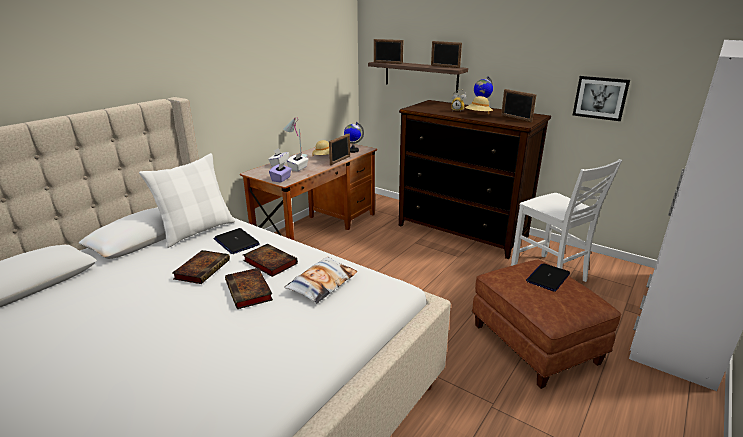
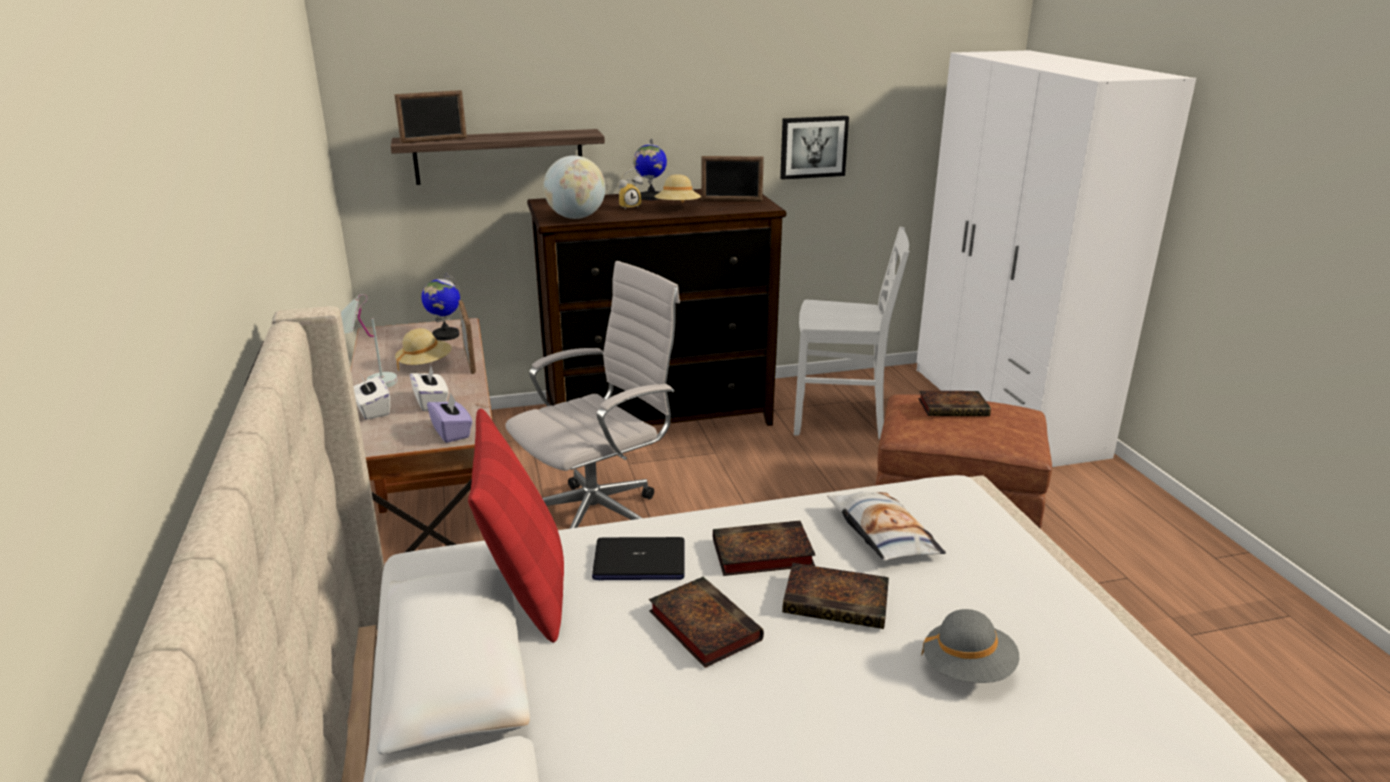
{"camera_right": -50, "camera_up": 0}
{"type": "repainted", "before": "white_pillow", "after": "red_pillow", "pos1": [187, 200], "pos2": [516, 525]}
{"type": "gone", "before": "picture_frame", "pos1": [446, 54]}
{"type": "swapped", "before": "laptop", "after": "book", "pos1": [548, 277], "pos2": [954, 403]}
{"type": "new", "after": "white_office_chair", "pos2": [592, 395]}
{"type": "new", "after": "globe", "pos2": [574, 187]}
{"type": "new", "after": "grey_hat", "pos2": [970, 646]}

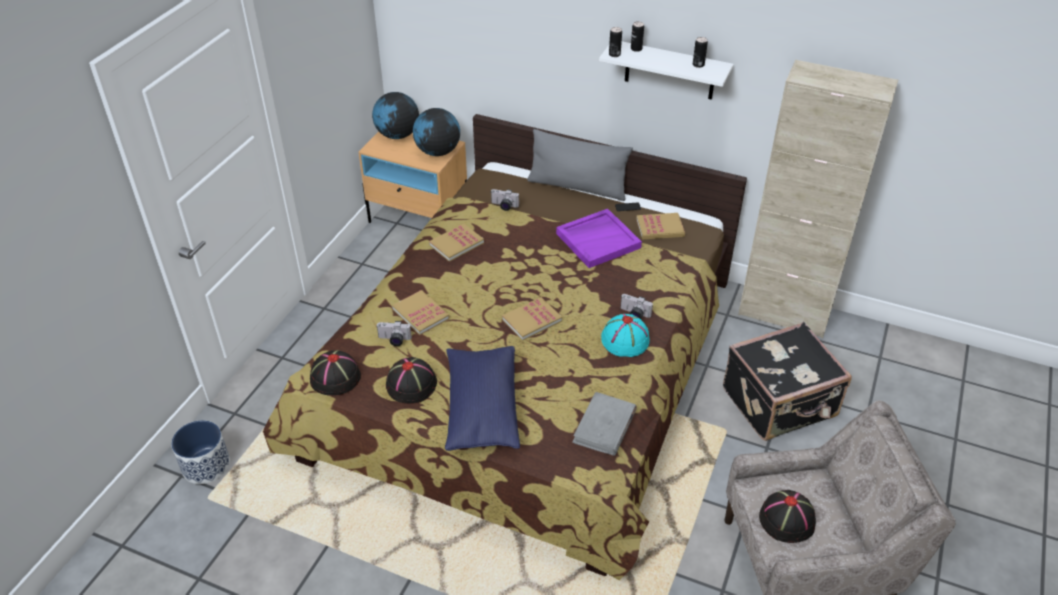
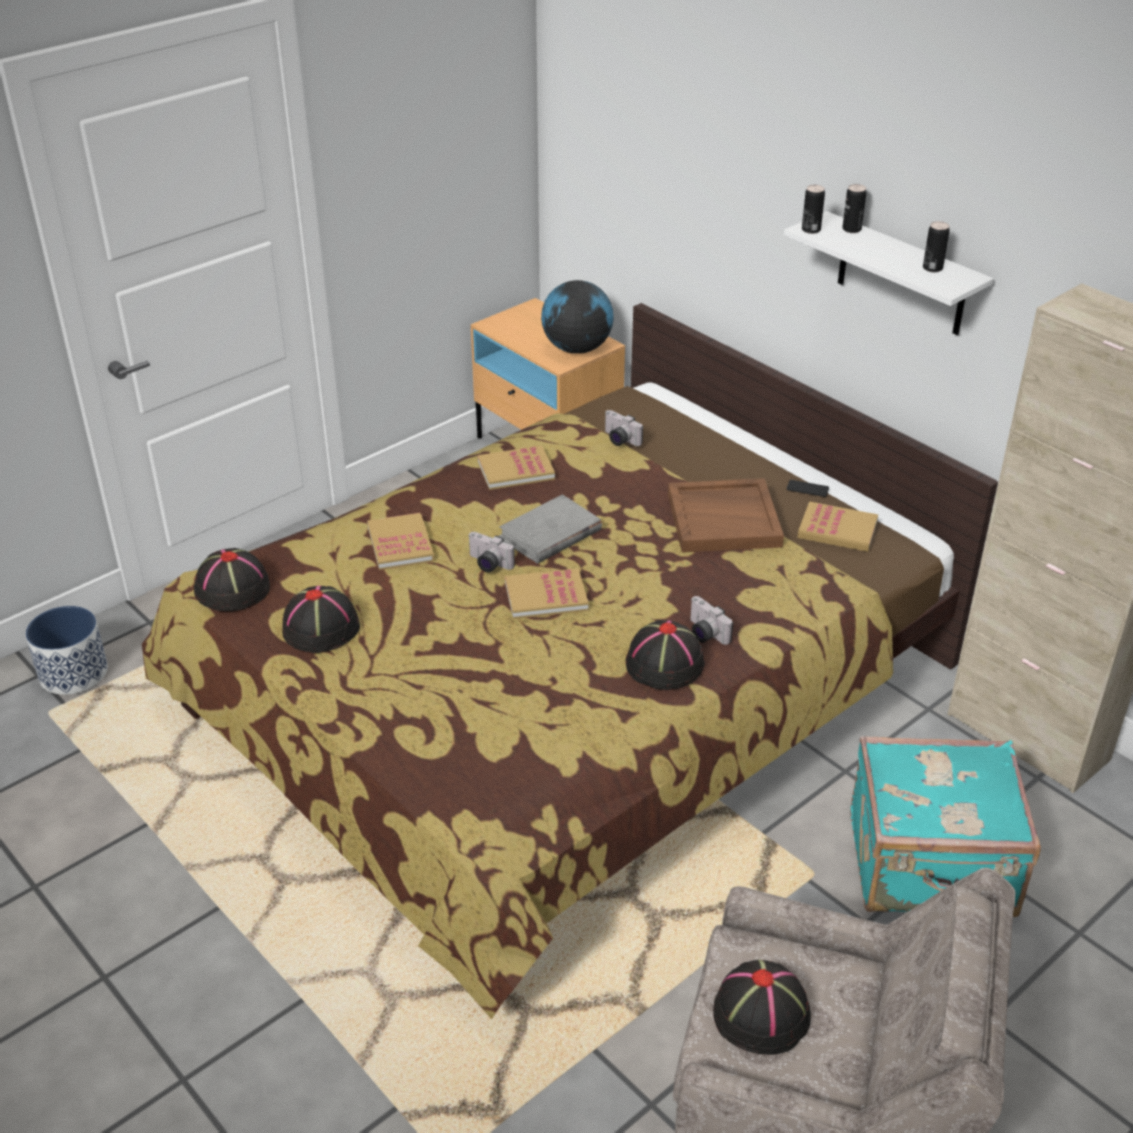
{"camera_right": 25, "camera_up": -5}
{"type": "gone", "before": "globe", "pos1": [395, 115]}
{"type": "shifted", "before": "photo_camera", "pos1": [394, 333], "pos2": [491, 552]}
{"type": "gone", "before": "blue_pillow", "pos1": [482, 398]}
{"type": "gone", "before": "grey_pillow", "pos1": [580, 165]}
{"type": "repainted", "before": "purple_tray", "after": "brown_tray", "pos1": [599, 238], "pos2": [726, 515]}
{"type": "shifted", "before": "grey_book", "pos1": [604, 424], "pos2": [550, 529]}
{"type": "repainted", "before": "turquoise_hat", "after": "black_hat", "pos1": [625, 335], "pos2": [665, 655]}
{"type": "repainted", "before": "black_suitcase", "after": "turquoise_suitcase", "pos1": [787, 381], "pos2": [945, 826]}

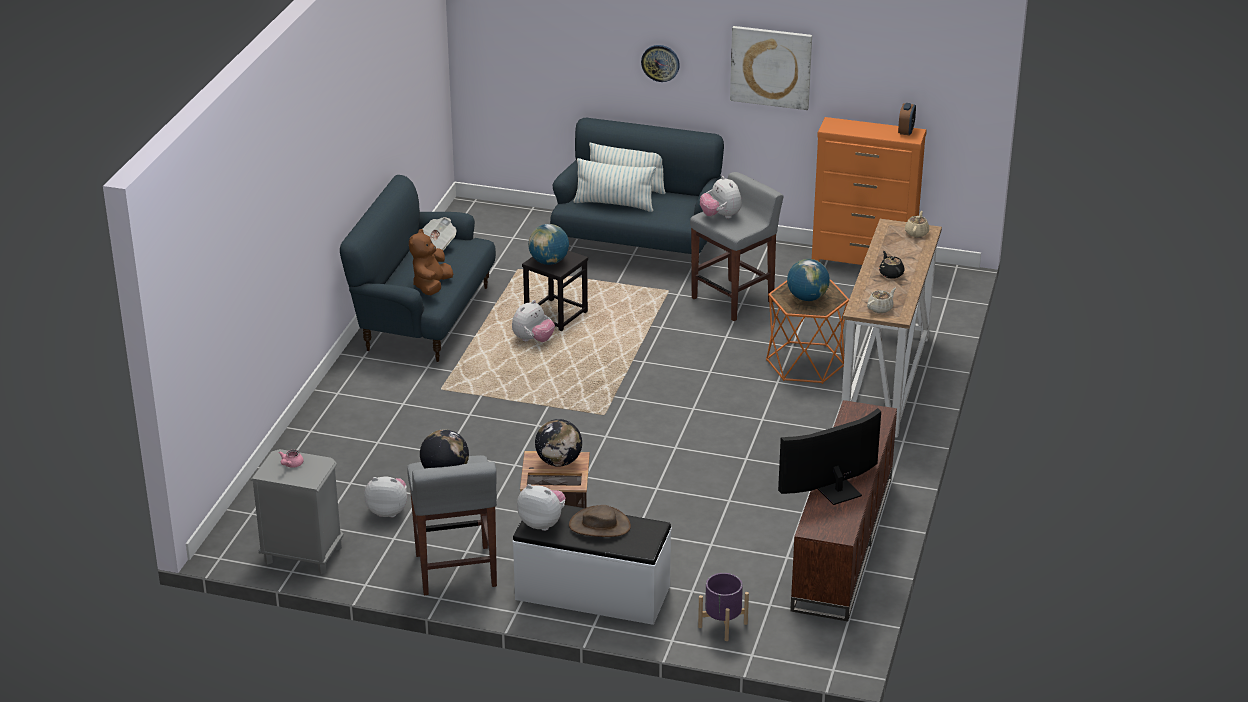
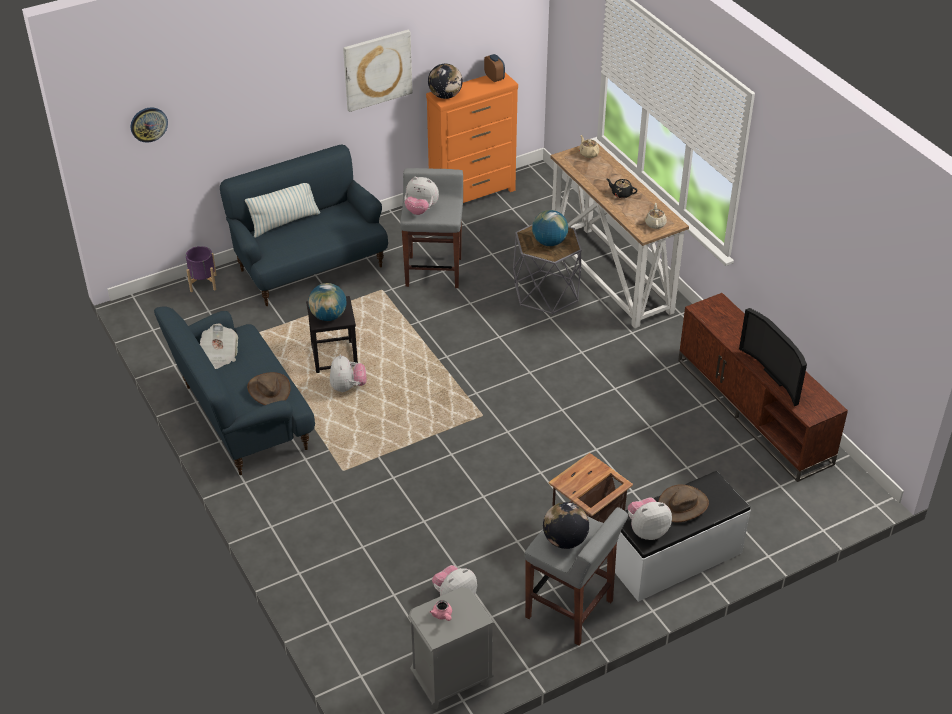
{"camera_right": -45, "camera_up": 10}
{"type": "swapped", "before": "brown_plush_toy", "after": "brown_hat", "pos1": [431, 262], "pos2": [269, 388]}
{"type": "shifted", "before": "globe", "pos1": [558, 443], "pos2": [445, 81]}
{"type": "gone", "before": "pillow", "pos1": [614, 185]}
{"type": "shifted", "before": "wall_clock", "pos1": [660, 63], "pos2": [149, 125]}
{"type": "shifted", "before": "purple_planter", "pos1": [723, 607], "pos2": [201, 269]}
{"type": "repainted", "before": "orange_side_table", "after": "grey_side_table", "pos1": [807, 332], "pos2": [547, 269]}
{"type": "rotated", "before": "television", "pos1": [829, 456], "pos2": [773, 357], "turn": -45}

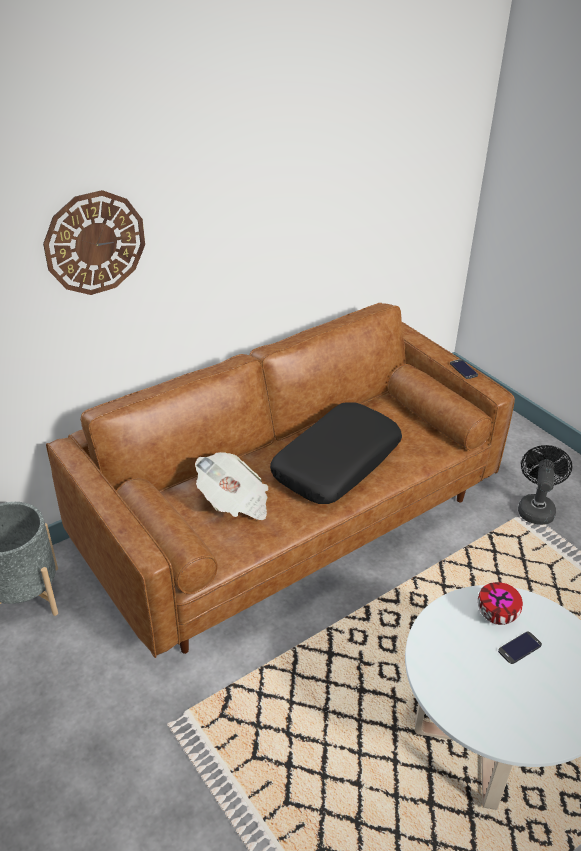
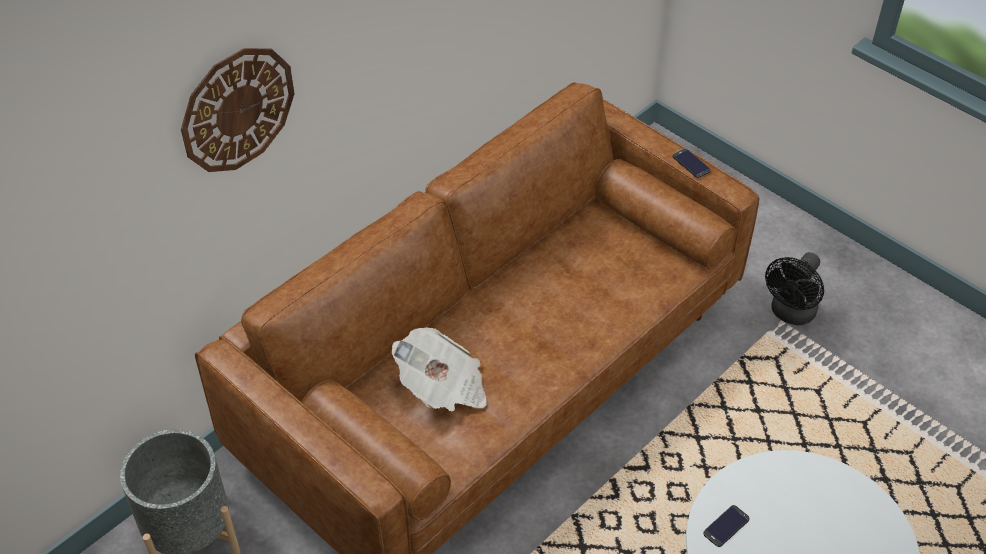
{"camera_right": -10, "camera_up": 10}
{"type": "gone", "before": "black_pillow", "pos1": [336, 453]}
{"type": "gone", "before": "bowl", "pos1": [500, 603]}
{"type": "shifted", "before": "phone", "pos1": [520, 648], "pos2": [726, 526]}
{"type": "rotated", "before": "black_fan", "pos1": [545, 485], "pos2": [794, 288], "turn": -150}

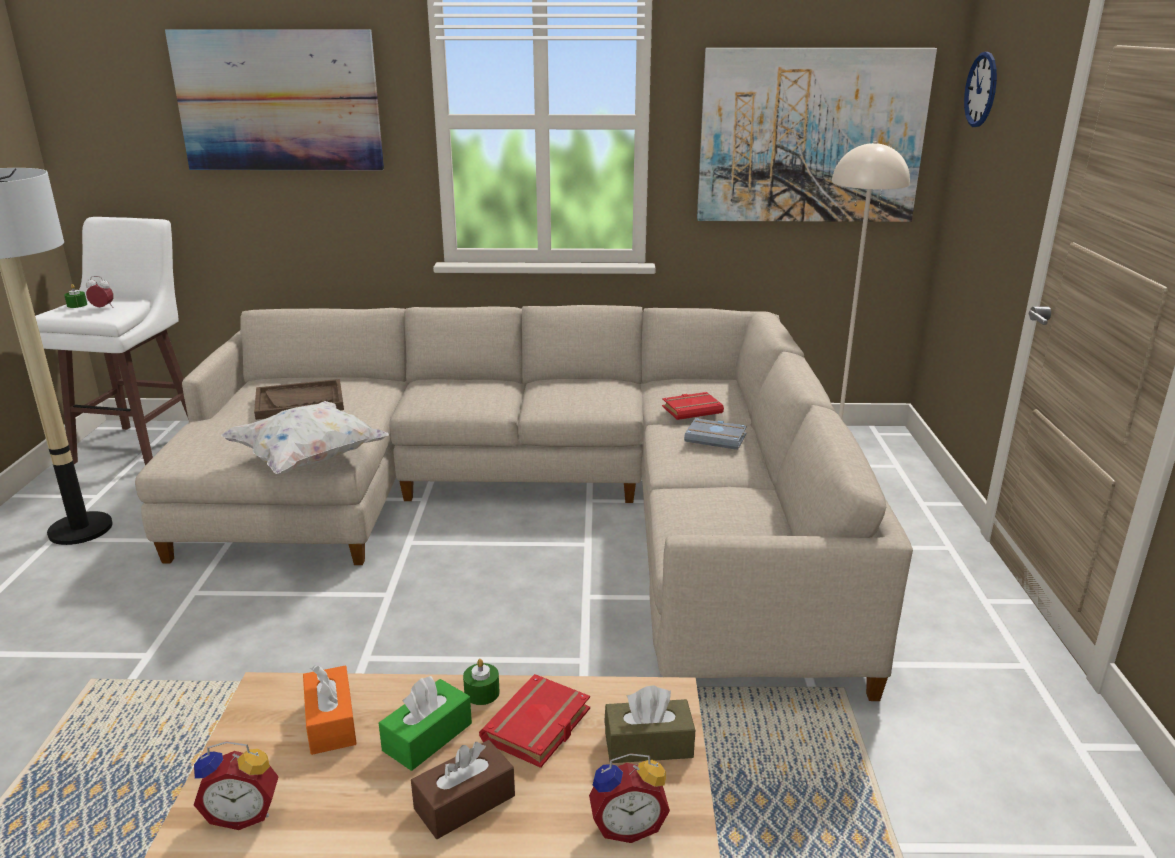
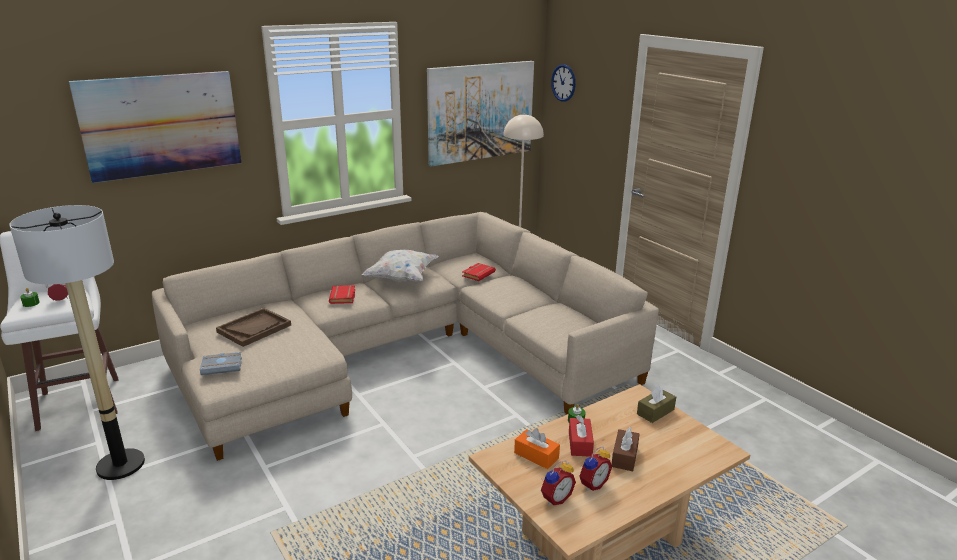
{"camera_right": -35, "camera_up": 0}
{"type": "shifted", "before": "white_pillow", "pos1": [305, 437], "pos2": [400, 265]}
{"type": "repainted", "before": "green_tissue_box", "after": "red_tissue_box", "pos1": [425, 723], "pos2": [581, 436]}
{"type": "shifted", "before": "red_book", "pos1": [534, 721], "pos2": [342, 294]}
{"type": "shifted", "before": "alarm_clock", "pos1": [629, 798], "pos2": [595, 469]}
{"type": "shifted", "before": "grey_book", "pos1": [715, 434], "pos2": [221, 363]}

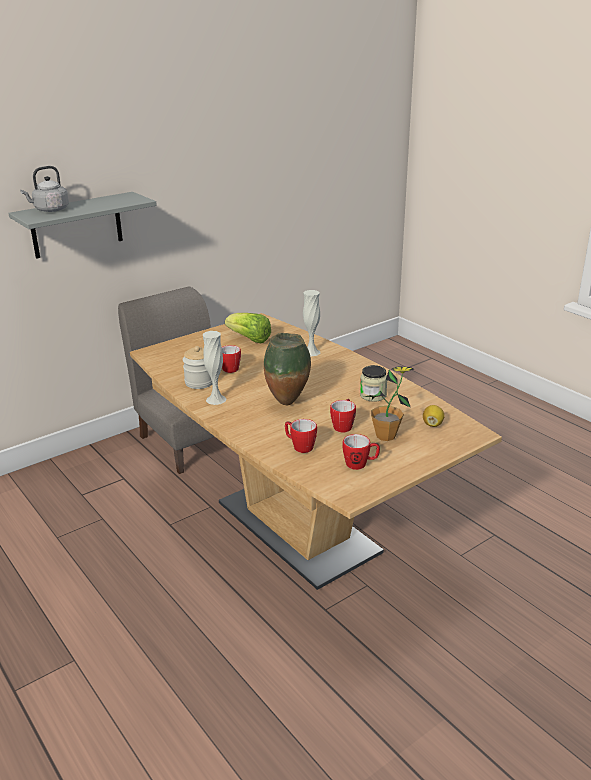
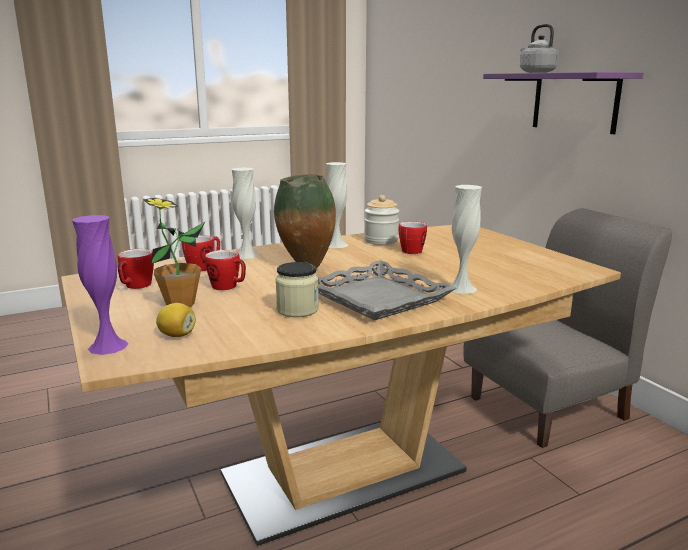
{"camera_right": 100, "camera_up": -10}
{"type": "repainted", "before": "grey_shelf", "after": "purple_shelf", "pos1": [82, 225], "pos2": [563, 103]}
{"type": "gone", "before": "lettuce", "pos1": [248, 328]}
{"type": "new", "after": "purple_vase", "pos2": [100, 285]}
{"type": "new", "after": "white_vase", "pos2": [246, 213]}
{"type": "new", "after": "grey_tray", "pos2": [387, 290]}

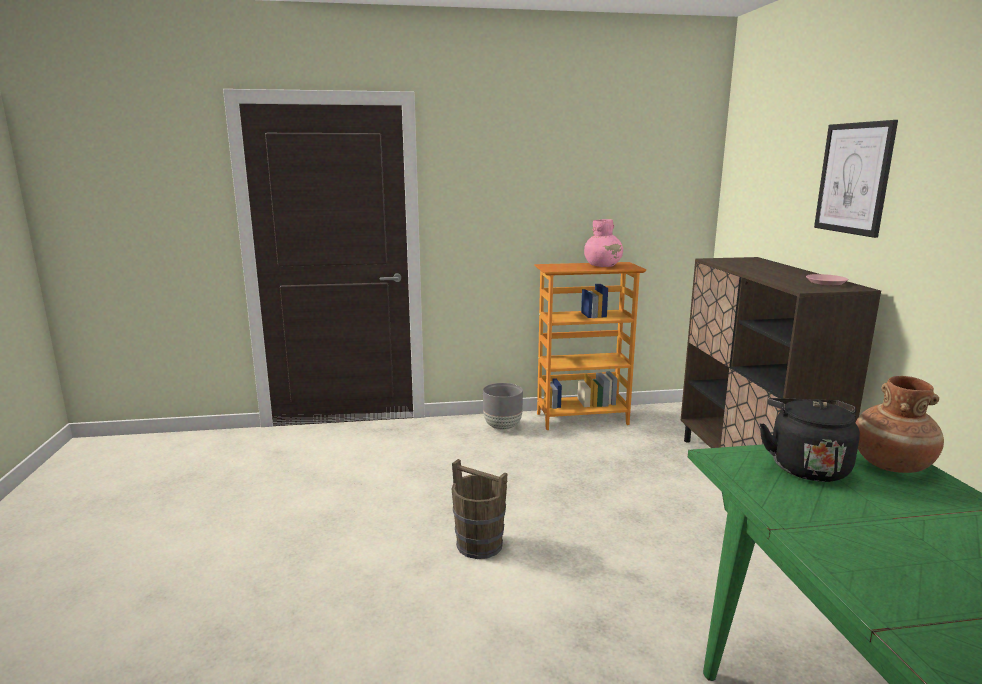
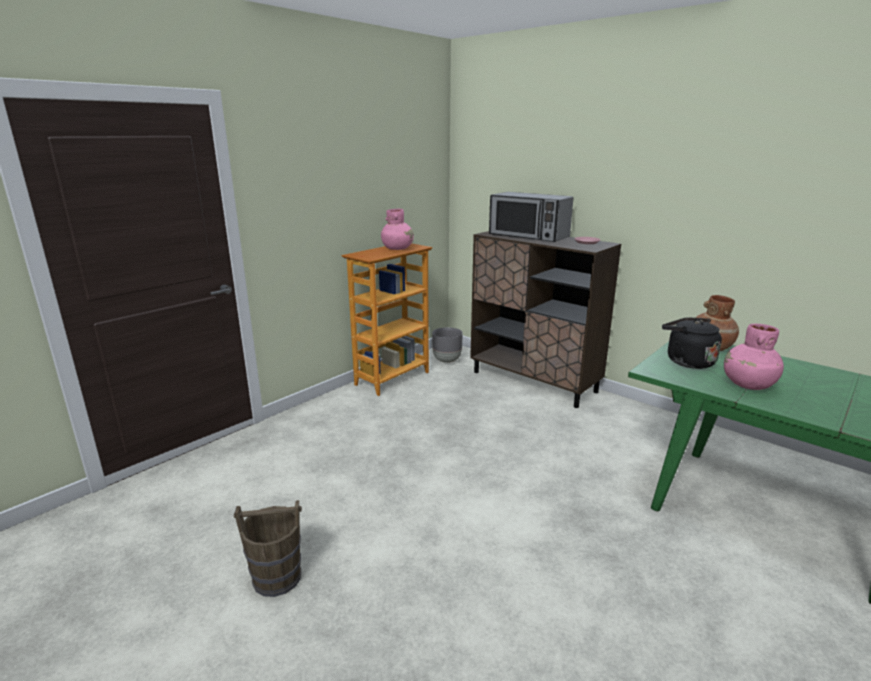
{"camera_right": -40, "camera_up": 5}
{"type": "shifted", "before": "brown_bucket", "pos1": [479, 509], "pos2": [268, 548]}
{"type": "shifted", "before": "grey_planter", "pos1": [503, 406], "pos2": [447, 345]}
{"type": "gone", "before": "picture", "pos1": [856, 179]}
{"type": "new", "after": "microwave", "pos2": [531, 217]}
{"type": "new", "after": "pink_vase", "pos2": [754, 357]}

